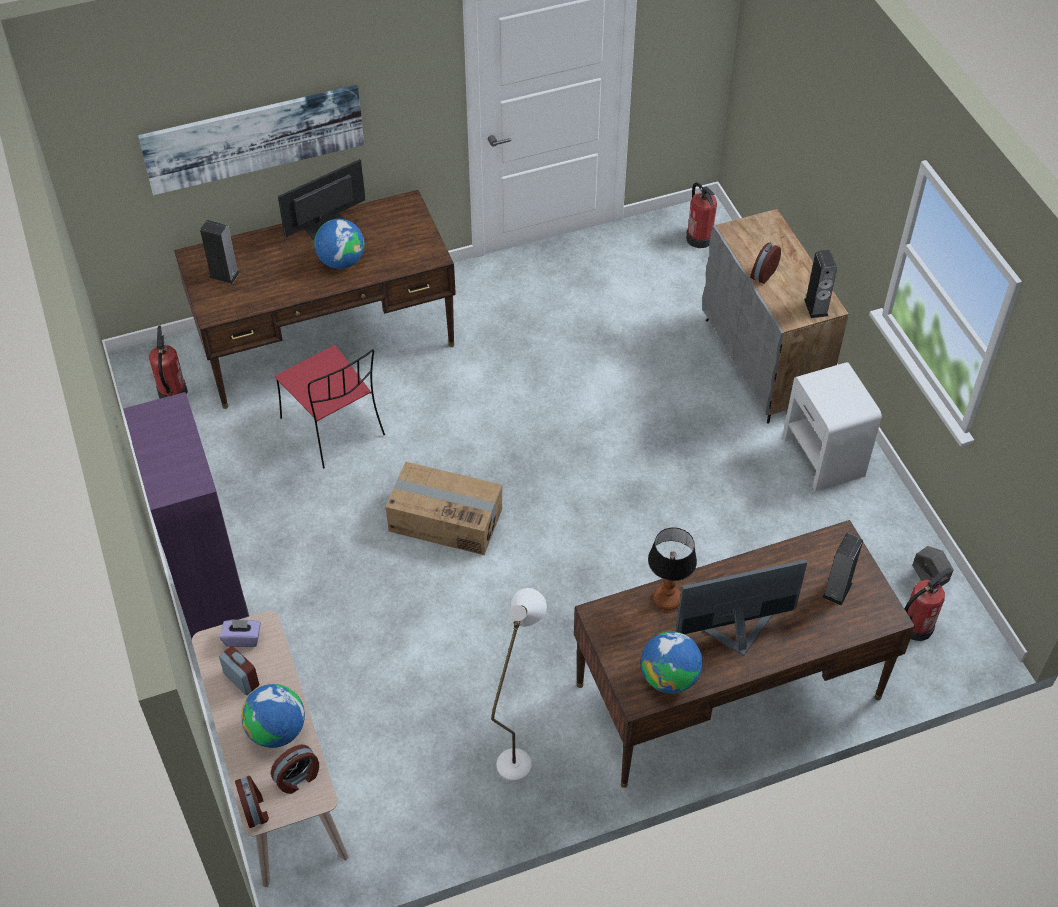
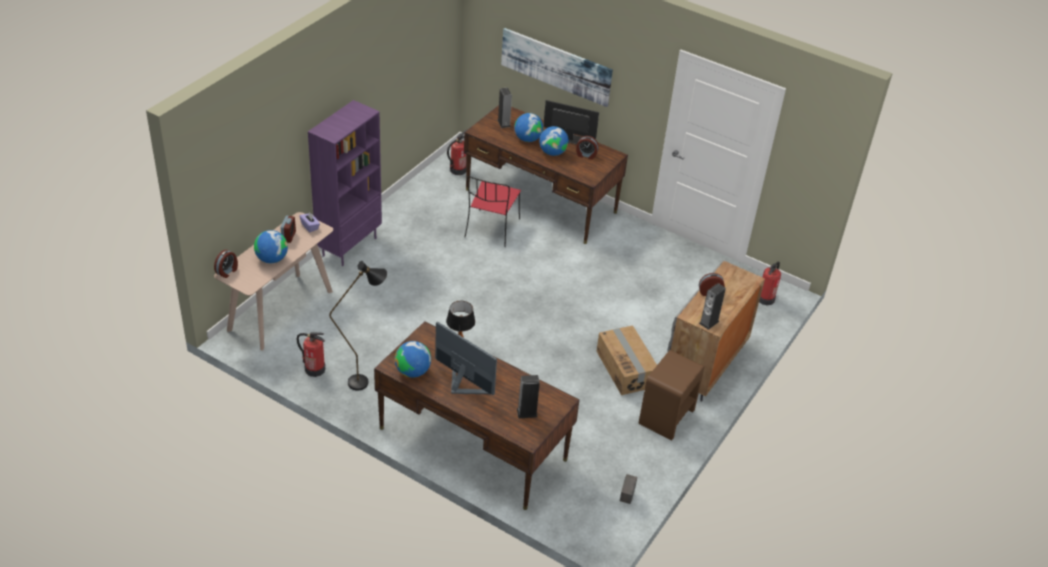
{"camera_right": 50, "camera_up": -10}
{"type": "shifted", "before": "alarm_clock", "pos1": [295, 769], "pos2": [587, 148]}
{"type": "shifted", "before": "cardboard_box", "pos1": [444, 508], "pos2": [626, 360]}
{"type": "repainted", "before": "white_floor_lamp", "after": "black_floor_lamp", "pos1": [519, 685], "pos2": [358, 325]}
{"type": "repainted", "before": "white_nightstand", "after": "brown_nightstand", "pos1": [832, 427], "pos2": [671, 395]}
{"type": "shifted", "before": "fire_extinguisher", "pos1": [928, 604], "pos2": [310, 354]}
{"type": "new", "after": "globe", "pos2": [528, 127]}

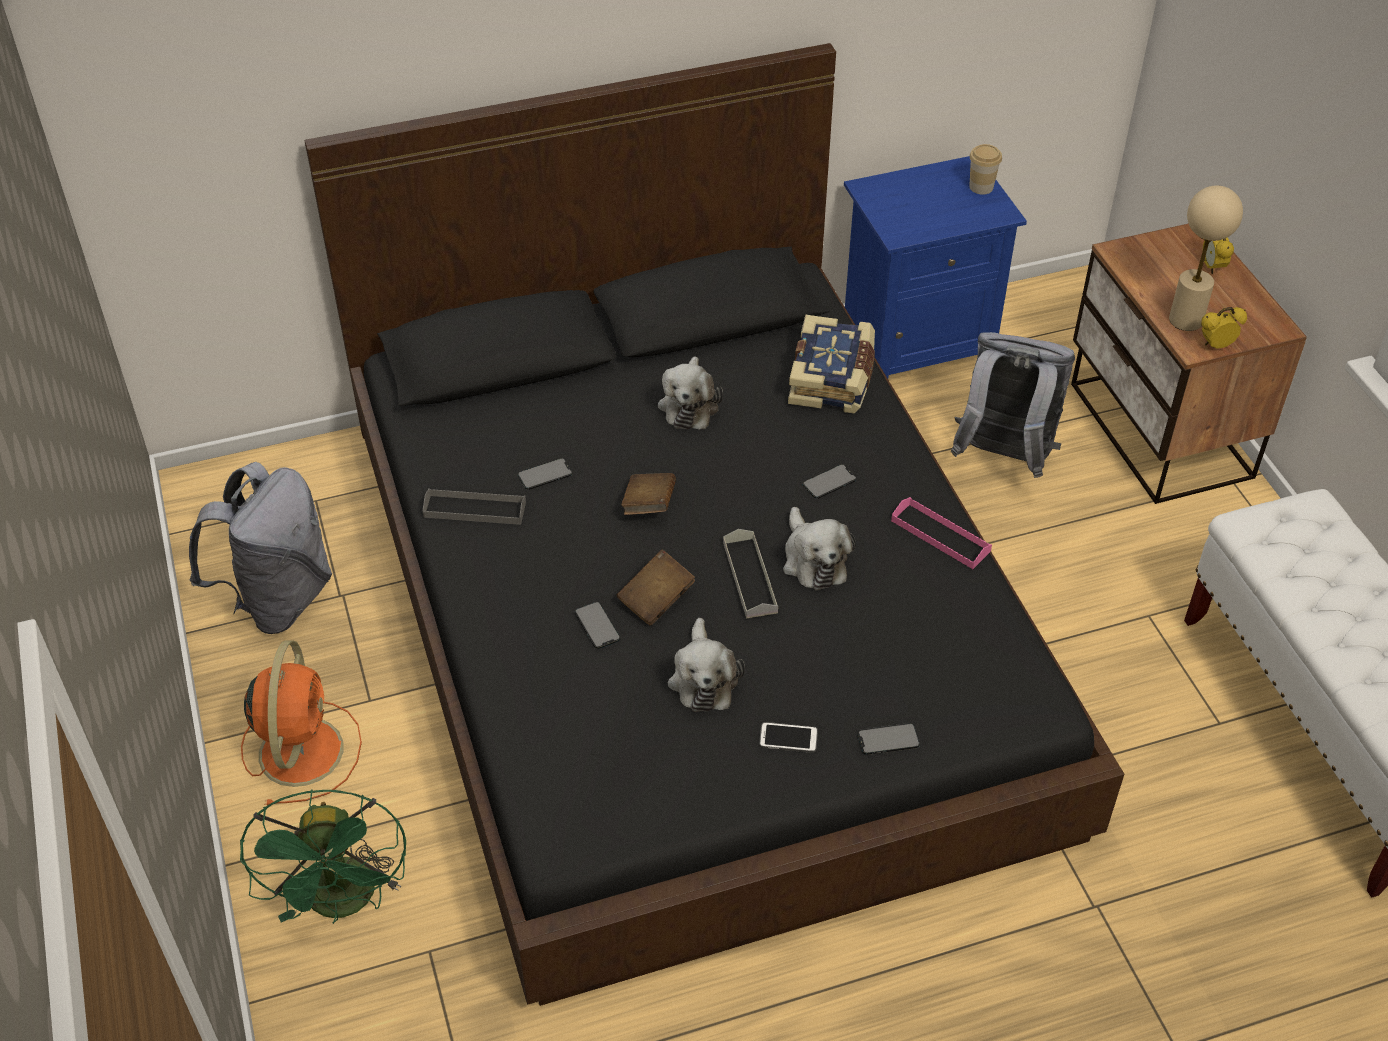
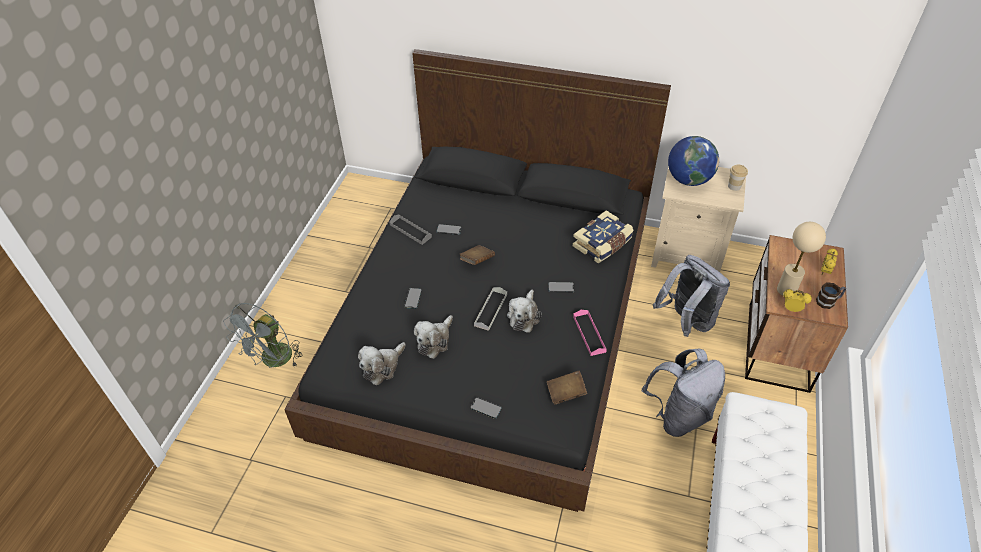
{"camera_right": 35, "camera_up": 0}
{"type": "shifted", "before": "grey_backpack", "pos1": [260, 548], "pos2": [683, 393]}
{"type": "repainted", "before": "green_fan", "after": "grey_fan", "pos1": [323, 857], "pos2": [262, 335]}
{"type": "gone", "before": "orange_fan", "pos1": [301, 723]}
{"type": "shifted", "before": "brown_book", "pos1": [656, 588], "pos2": [567, 387]}
{"type": "shifted", "before": "plush_toy", "pos1": [690, 392], "pos2": [382, 363]}
{"type": "gone", "before": "phone", "pos1": [788, 737]}
{"type": "repainted", "before": "blue_nightstand", "after": "beige_nightstand", "pos1": [935, 267], "pos2": [698, 219]}
{"type": "new", "after": "globe", "pos2": [693, 161]}
{"type": "new", "after": "mug", "pos2": [831, 295]}

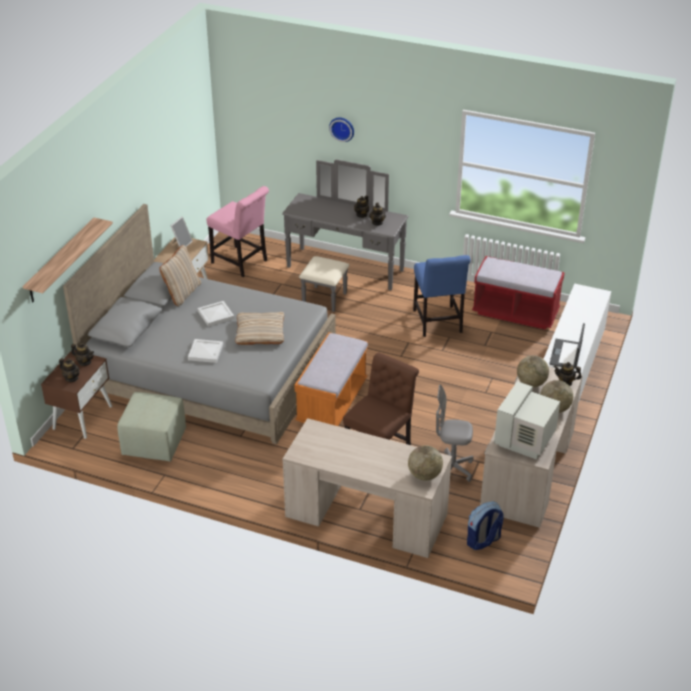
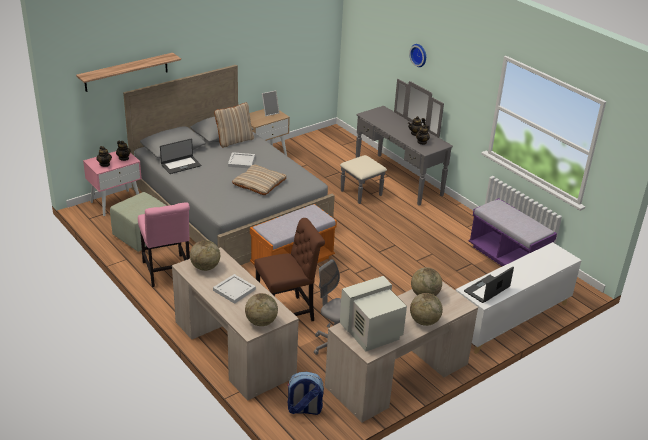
{"camera_right": 30, "camera_up": -5}
{"type": "repainted", "before": "brown_nightstand", "after": "pink_nightstand", "pos1": [76, 394], "pos2": [112, 183]}
{"type": "shifted", "before": "white_tray", "pos1": [205, 351], "pos2": [234, 289]}
{"type": "shifted", "before": "pink_chair", "pos1": [237, 231], "pos2": [164, 244]}
{"type": "gone", "before": "blue_chair", "pos1": [442, 296]}
{"type": "repainted", "before": "red_bench", "after": "purple_bench", "pos1": [518, 293], "pos2": [512, 232]}
{"type": "gone", "before": "teapot", "pos1": [568, 374]}
{"type": "new", "after": "laptop", "pos2": [180, 156]}
{"type": "new", "after": "globe", "pos2": [205, 255]}

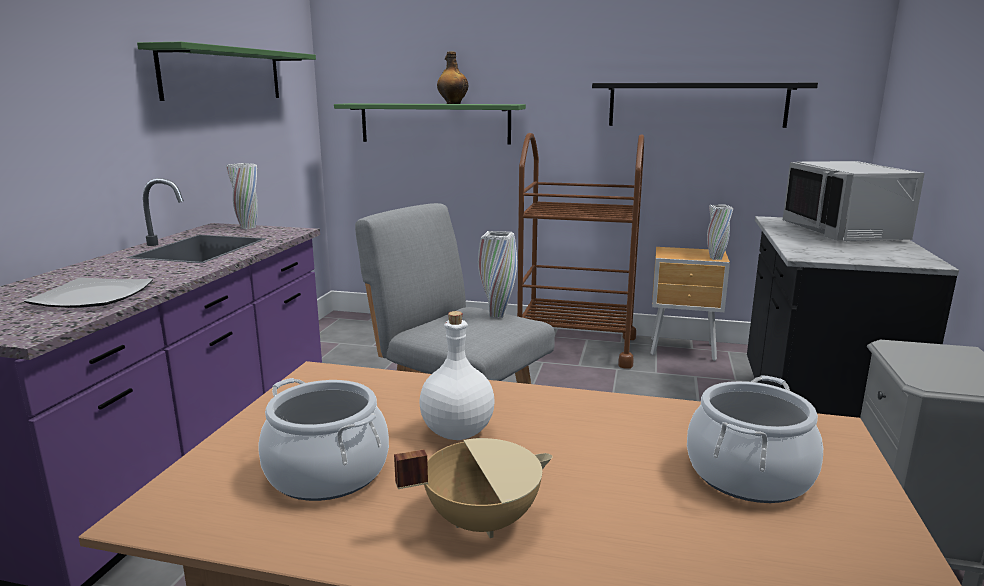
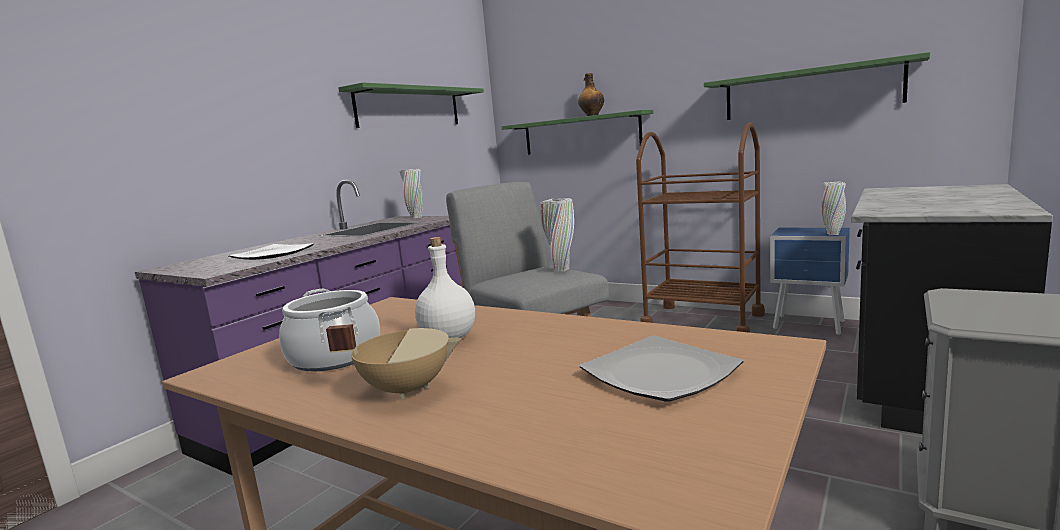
{"camera_right": 20, "camera_up": -5}
{"type": "repainted", "before": "black_shelf", "after": "green_shelf", "pos1": [705, 105], "pos2": [817, 86]}
{"type": "repainted", "before": "brown_nightstand", "after": "blue_nightstand", "pos1": [690, 304], "pos2": [810, 281]}
{"type": "swapped", "before": "cooking_pot", "after": "plate", "pos1": [755, 439], "pos2": [661, 368]}
{"type": "gone", "before": "grey_microwave", "pos1": [854, 201]}

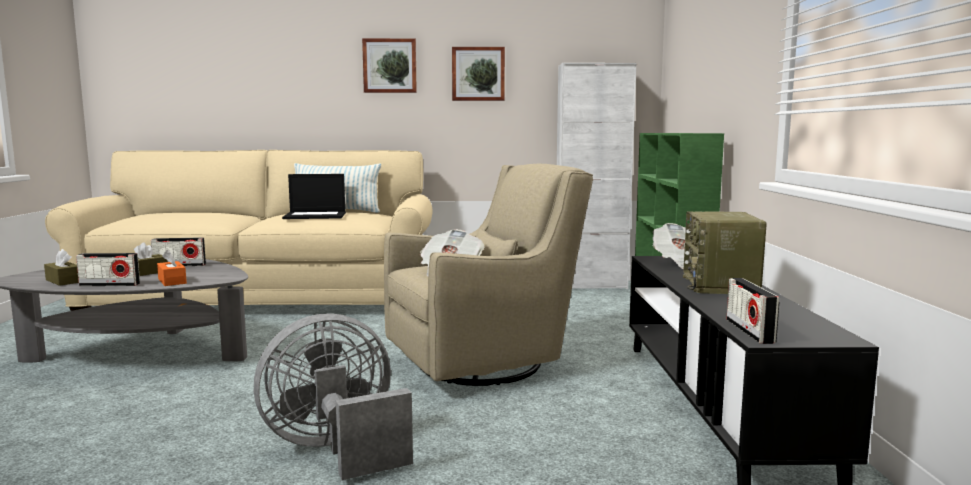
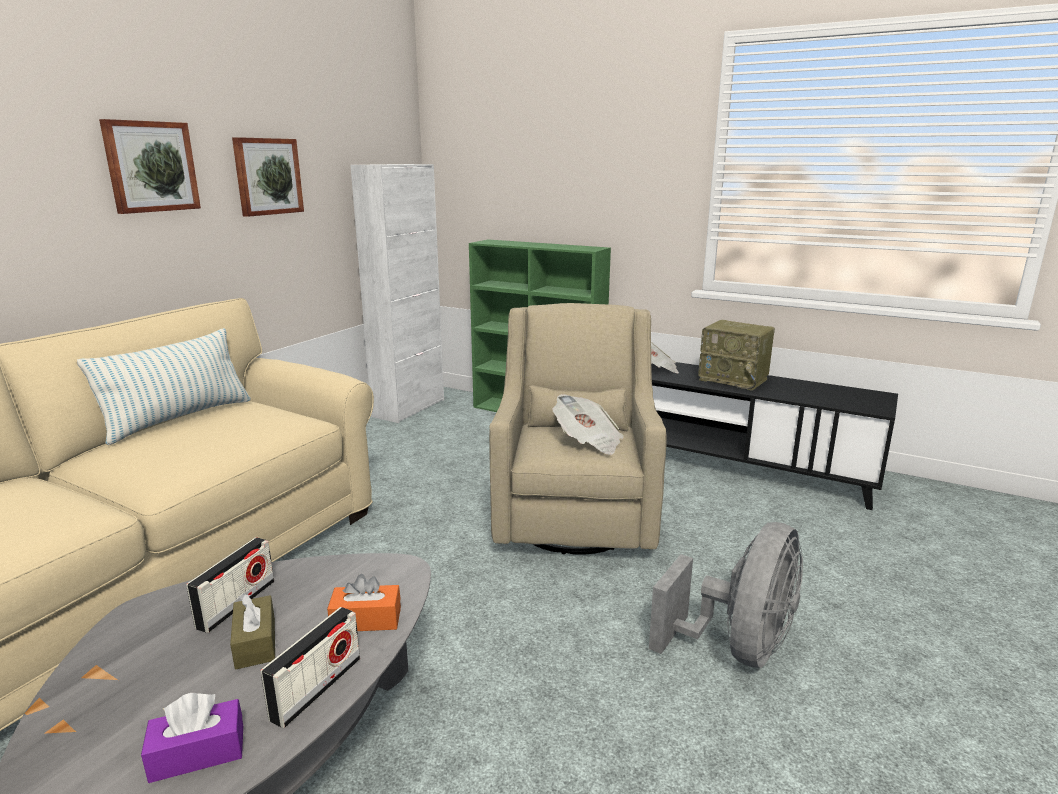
{"camera_right": -60, "camera_up": 10}
{"type": "repainted", "before": "brown_tissue_box", "after": "purple_tissue_box", "pos1": [61, 267], "pos2": [192, 738]}
{"type": "rotated", "before": "grey_fan", "pos1": [333, 396], "pos2": [726, 595], "turn": -150}
{"type": "gone", "before": "laptop", "pos1": [314, 196]}
{"type": "gone", "before": "radio", "pos1": [753, 311]}

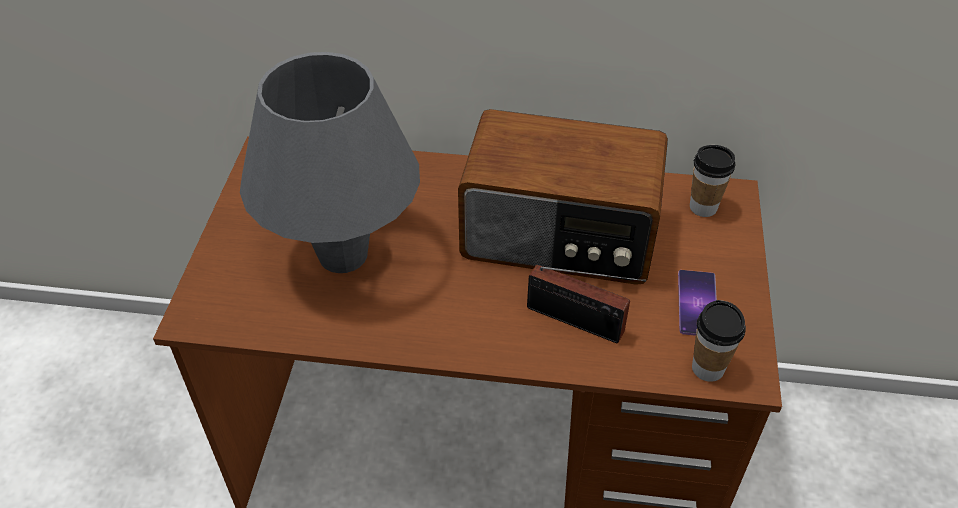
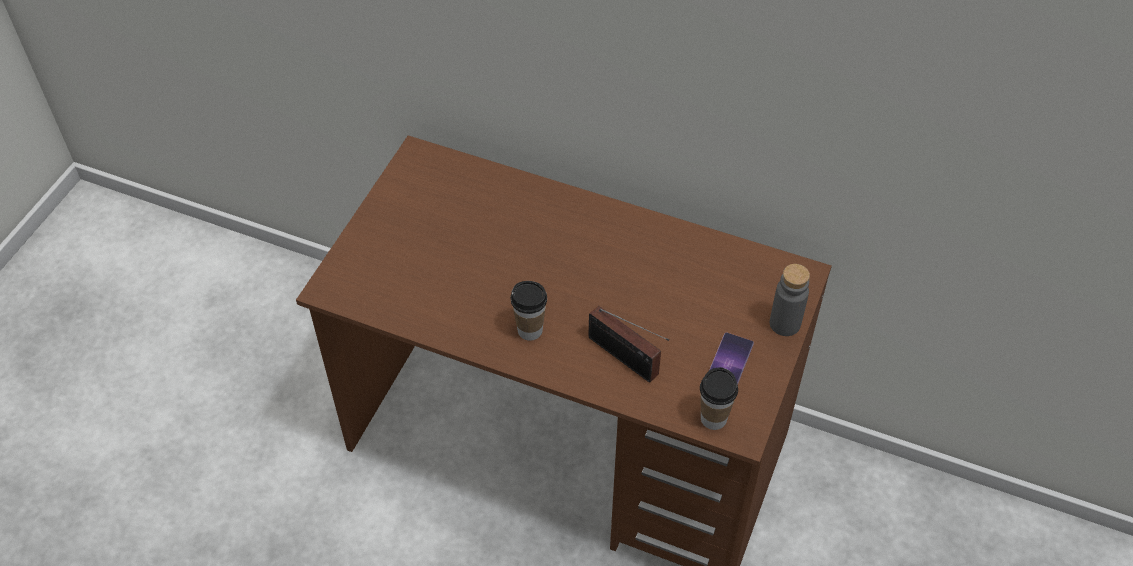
{"camera_right": 15, "camera_up": 5}
{"type": "gone", "before": "grey_table_lamp", "pos1": [330, 162]}
{"type": "gone", "before": "radio", "pos1": [563, 197]}
{"type": "shifted", "before": "cup", "pos1": [712, 181], "pos2": [528, 311]}
{"type": "new", "after": "grey_bottle", "pos2": [790, 300]}

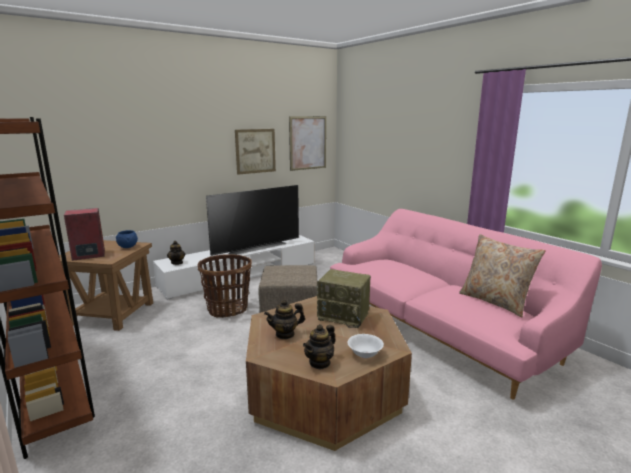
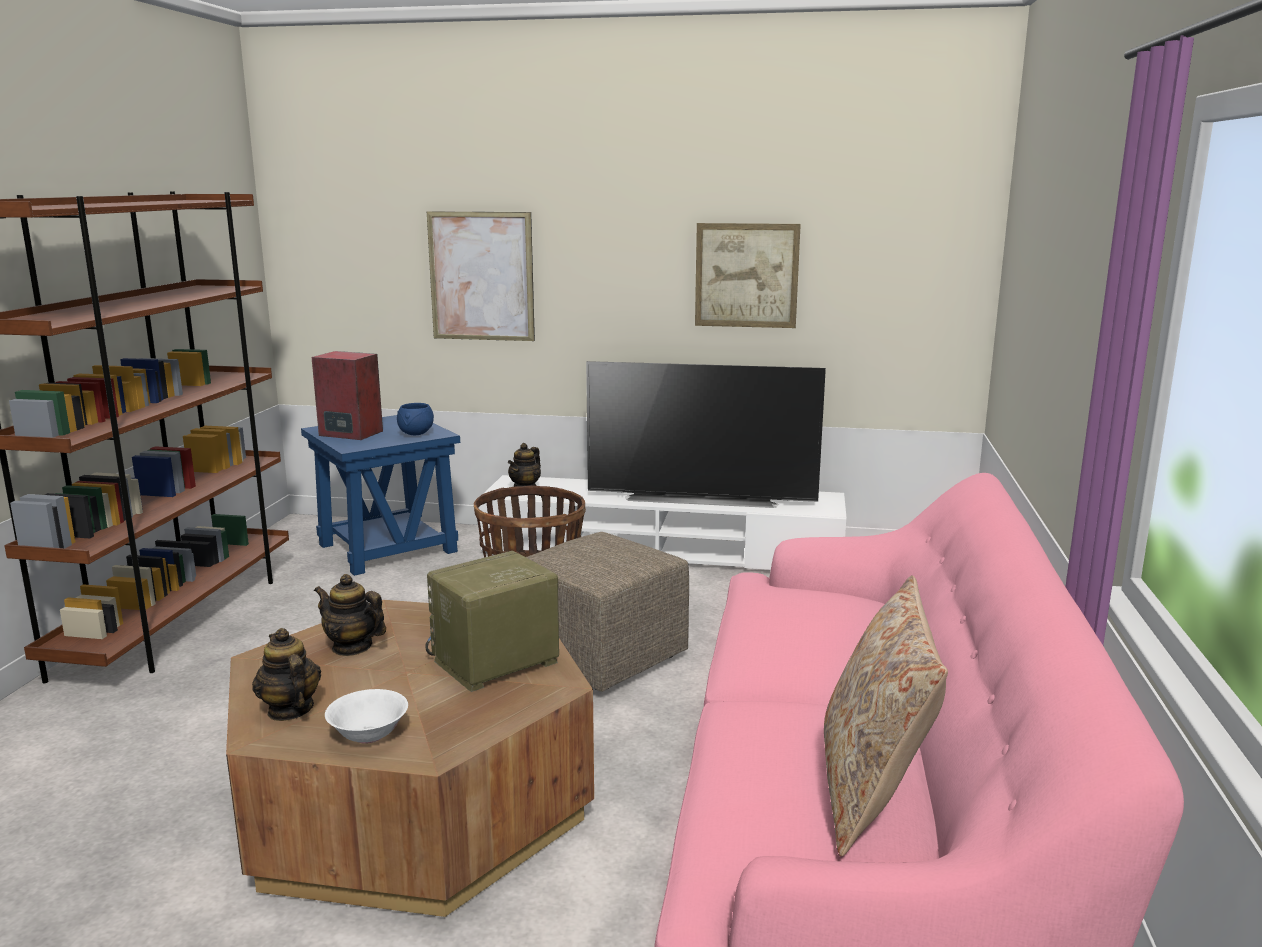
{"camera_right": 45, "camera_up": 0}
{"type": "repainted", "before": "brown_side_table", "after": "blue_side_table", "pos1": [106, 285], "pos2": [380, 495]}
{"type": "shifted", "before": "picture", "pos1": [307, 143], "pos2": [481, 276]}
{"type": "rotated", "before": "teapot", "pos1": [319, 346], "pos2": [286, 674], "turn": 60}
{"type": "rotated", "before": "radio", "pos1": [344, 298], "pos2": [492, 621], "turn": 75}

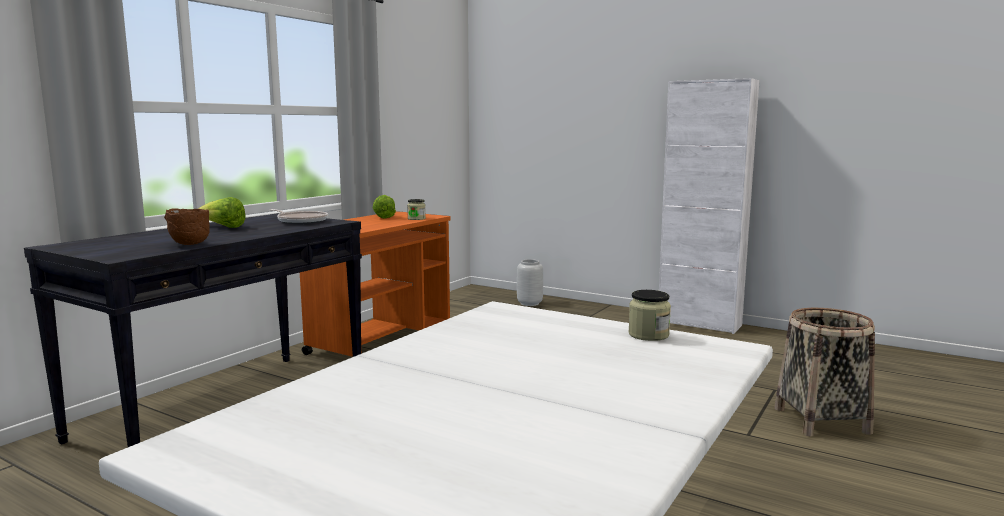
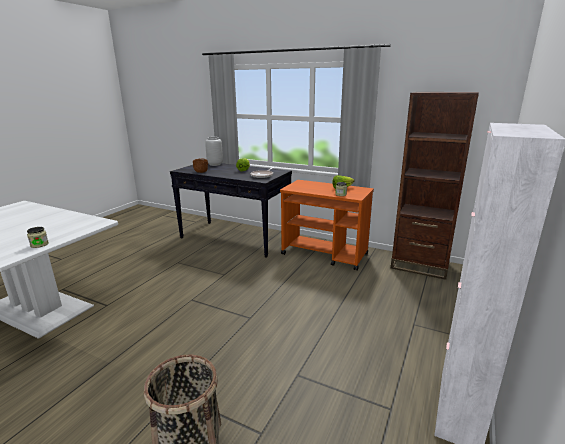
{"camera_right": 85, "camera_up": 10}
{"type": "shifted", "before": "grey_vase", "pos1": [530, 282], "pos2": [214, 151]}
{"type": "new", "after": "brown_bookcase", "pos2": [435, 186]}

